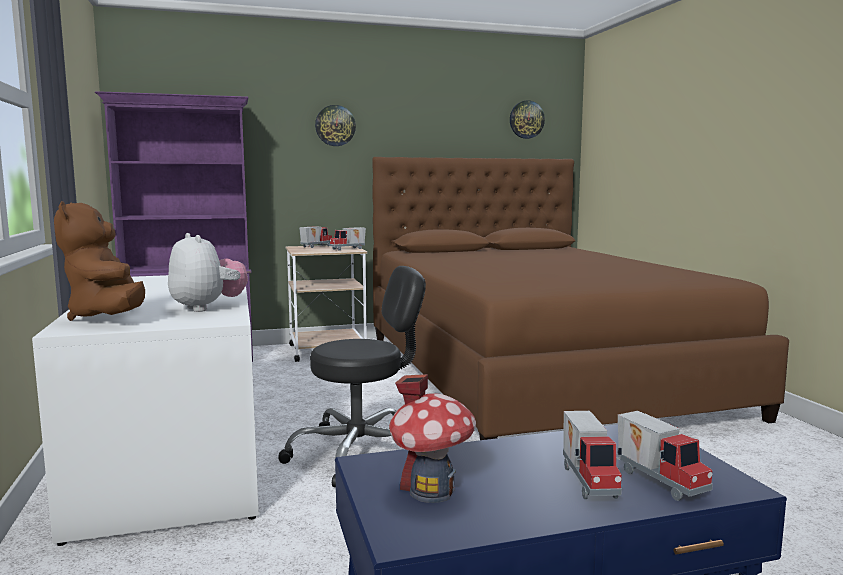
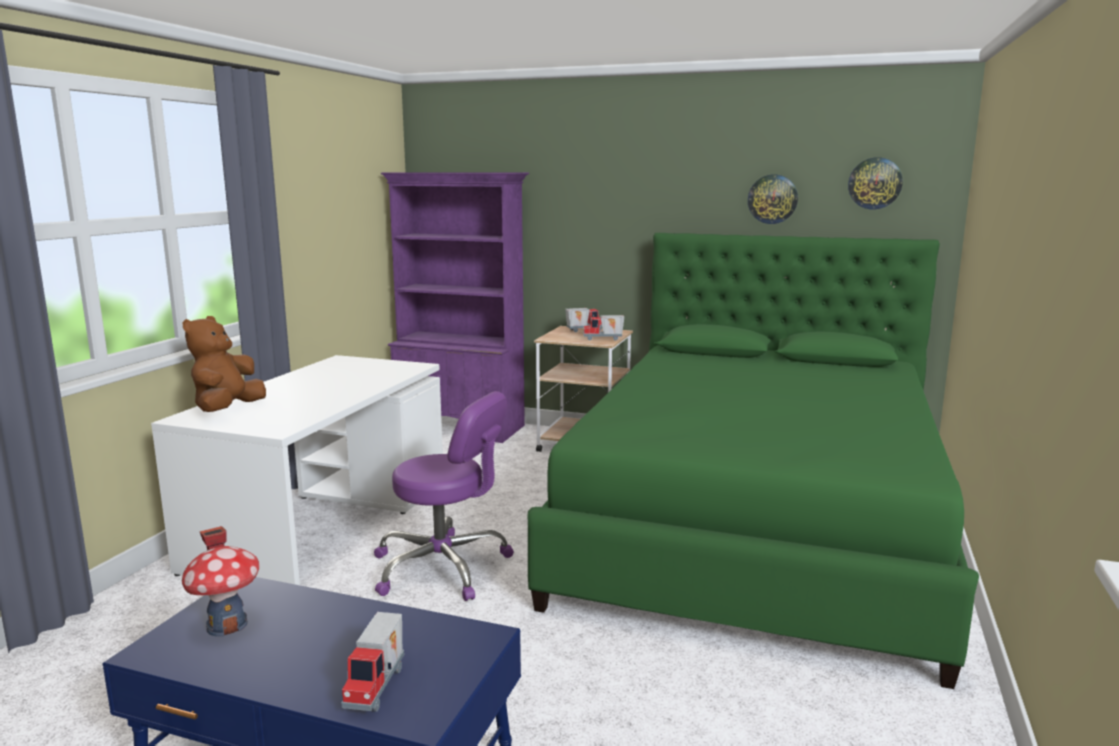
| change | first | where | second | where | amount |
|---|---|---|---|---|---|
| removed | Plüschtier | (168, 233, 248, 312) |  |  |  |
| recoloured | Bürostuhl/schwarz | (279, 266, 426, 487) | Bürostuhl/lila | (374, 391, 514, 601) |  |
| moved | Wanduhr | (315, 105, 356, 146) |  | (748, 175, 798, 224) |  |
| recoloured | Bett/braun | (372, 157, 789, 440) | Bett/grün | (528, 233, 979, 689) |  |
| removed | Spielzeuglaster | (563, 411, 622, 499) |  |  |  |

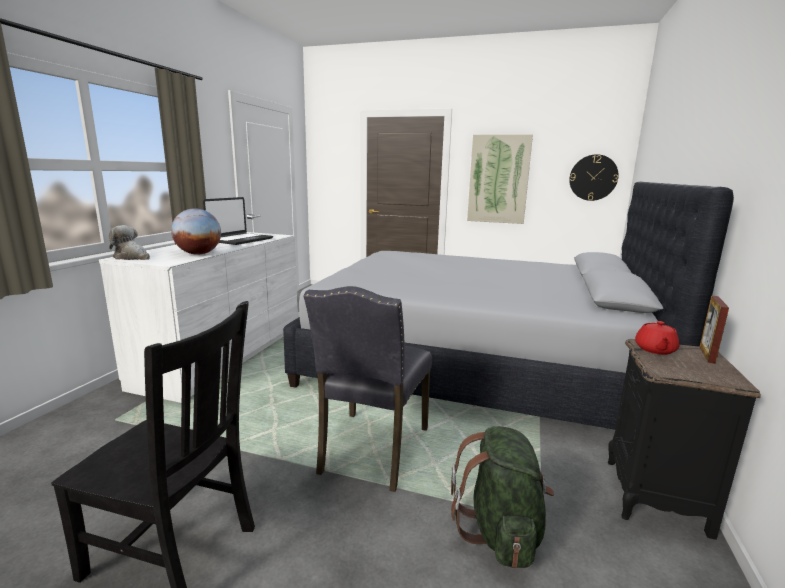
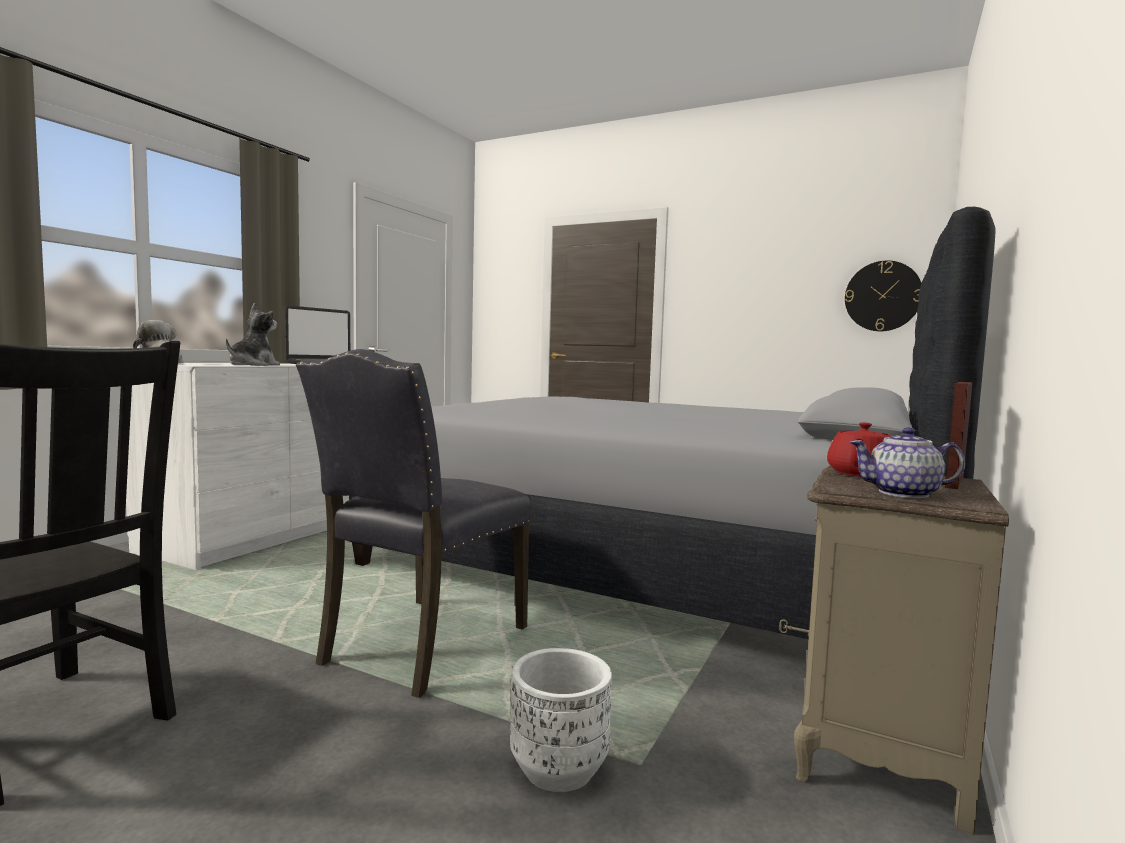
| change | first | where | second | where | amount |
|---|---|---|---|---|---|
| replaced | Globus | (171, 208, 221, 255) | Plüschtier | (226, 303, 280, 366) |  |
| replaced | Rucksack/grün | (451, 426, 554, 568) | Pflanzkübel/weiß | (510, 648, 612, 792) |  |
| removed | Bild | (467, 134, 533, 224) |  |  |  |
| recoloured | Nachttisch/schwarz | (608, 339, 761, 540) | Nachttisch/beige | (779, 466, 1009, 835) |  |
| added |  |  | Teekanne | (849, 427, 965, 498) |  |

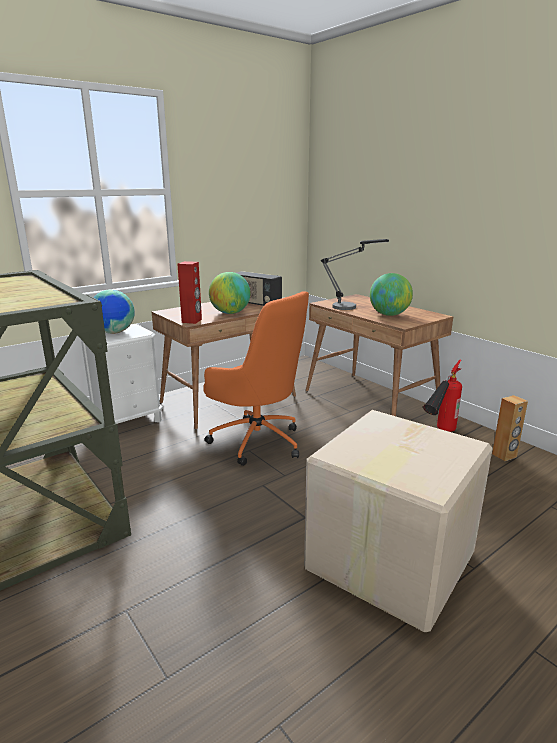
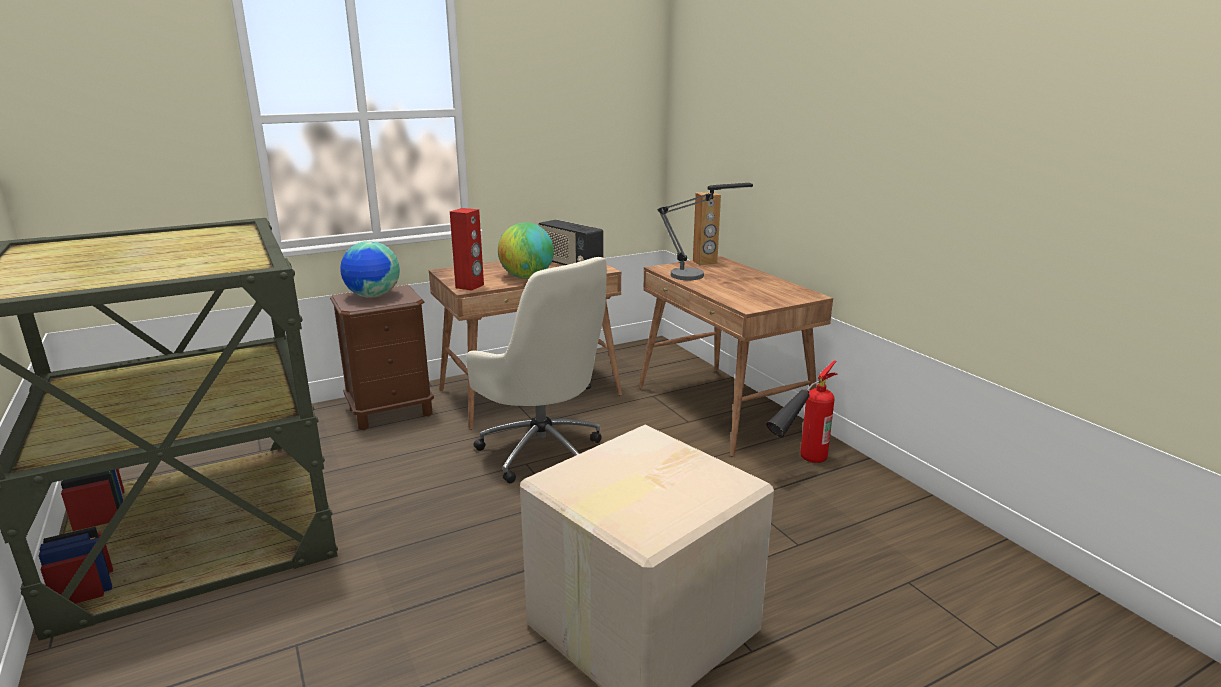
| change | first | where | second | where | amount |
|---|---|---|---|---|---|
| recoloured | Nachttisch/weiß | (78, 324, 163, 424) | Nachttisch/braun | (330, 285, 434, 430) |  |
| recoloured | Bürostuhl/orange | (203, 291, 309, 466) | Bürostuhl/beige | (466, 257, 607, 483) |  |
| removed | Globus | (370, 273, 413, 316) |  |  |  |
| moved | Lautsprecher/braun | (492, 395, 528, 461) |  | (693, 192, 721, 265) |  |

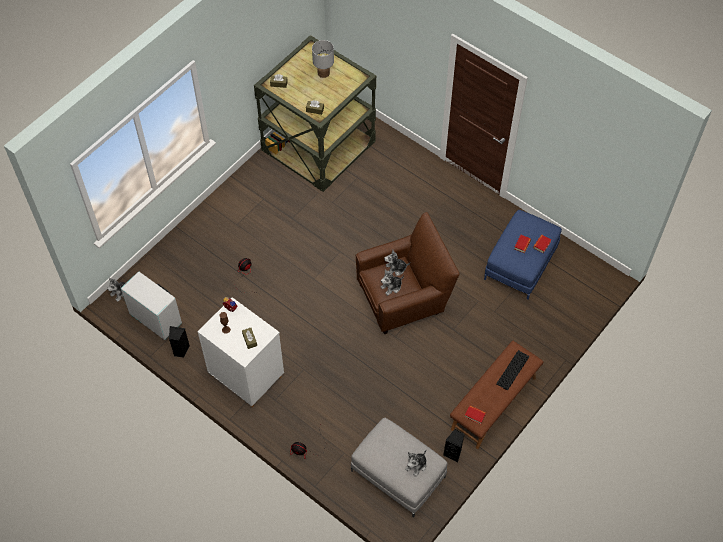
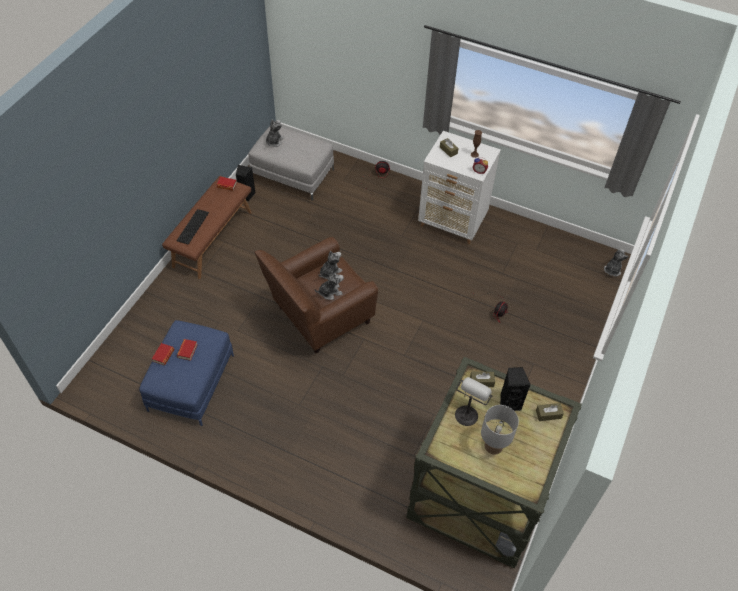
| change | first | where | second | where | amount |
|---|---|---|---|---|---|
| removed | Nachttisch/weiß | (121, 271, 182, 340) |  |  |  |
| moved | Lautsprecher/schwarz | (169, 326, 190, 358) |  | (500, 367, 531, 411) |  |
| added |  |  | Tischlampe | (455, 377, 492, 426) |  |

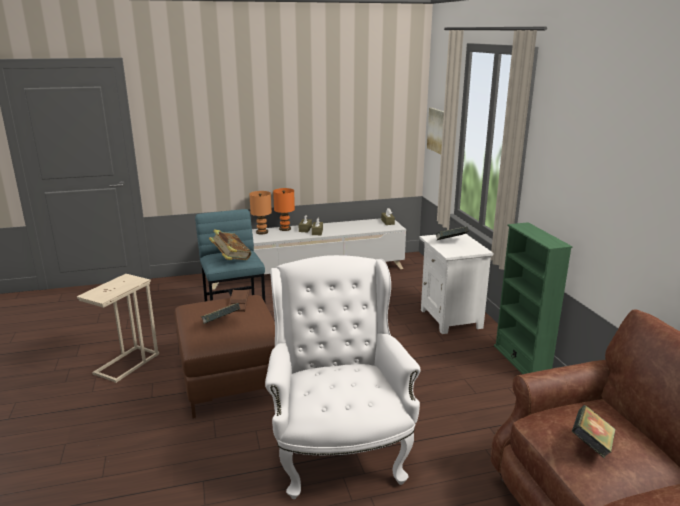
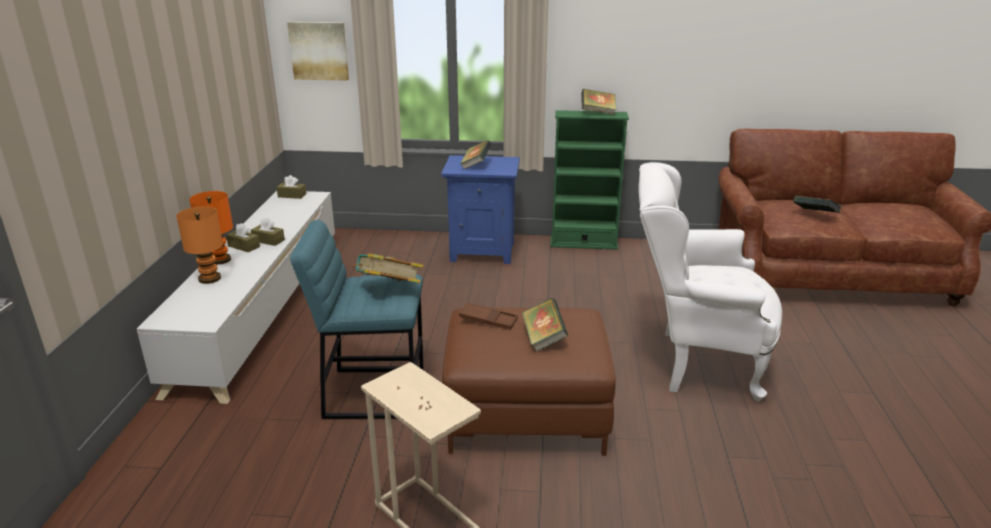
| change | first | where | second | where | amount |
|---|---|---|---|---|---|
| recoloured | Nachttisch/weiß | (419, 233, 494, 334) | Nachttisch/blau | (441, 155, 520, 264) |  |
| added |  |  | Buch | (581, 89, 617, 115) |  |

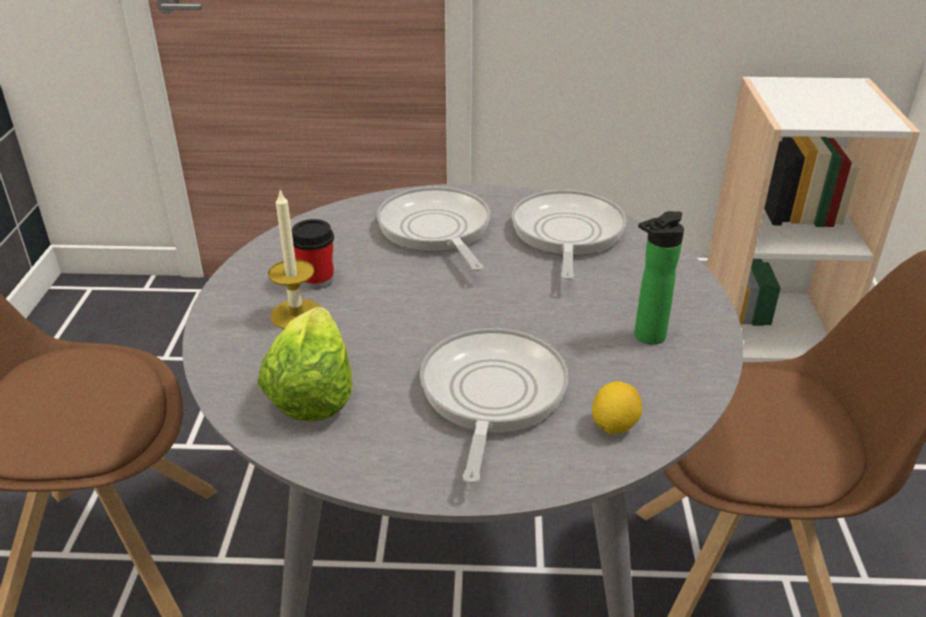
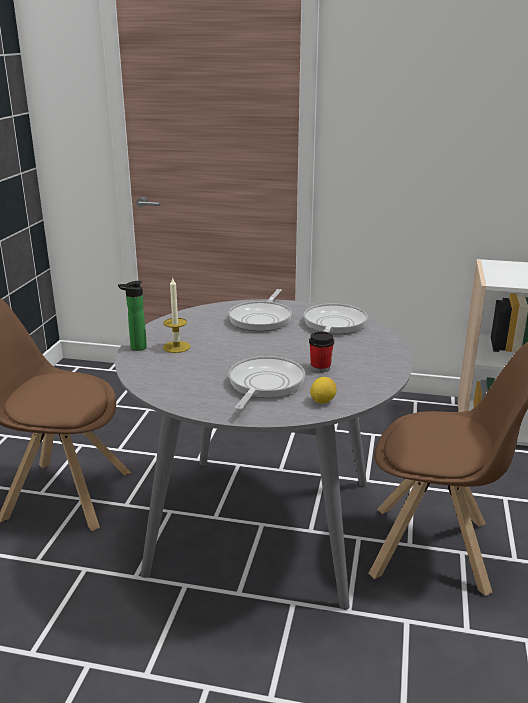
| change | first | where | second | where | amount |
|---|---|---|---|---|---|
| removed | Salatkopf | (257, 307, 352, 421) |  |  |  |
| moved | Tasse | (292, 219, 334, 289) |  | (309, 331, 334, 372) |  |
| turned | Pfanne | (377, 187, 490, 271) |  | (228, 289, 292, 331) | 150 degrees counterclockwise |
| moved | Flasche | (634, 211, 684, 345) |  | (118, 281, 147, 351) |  |

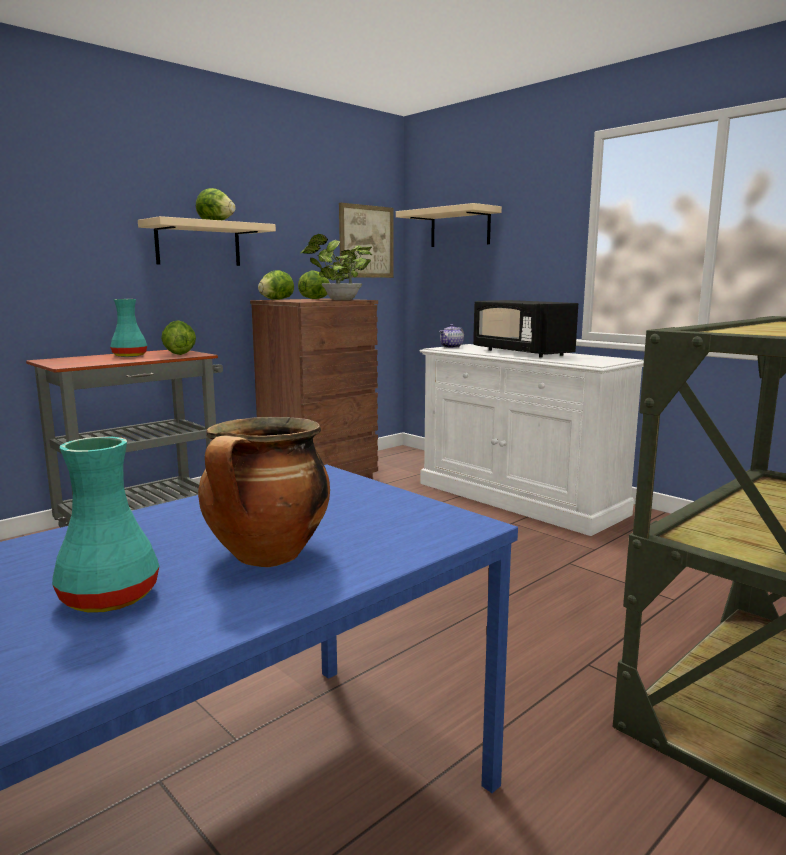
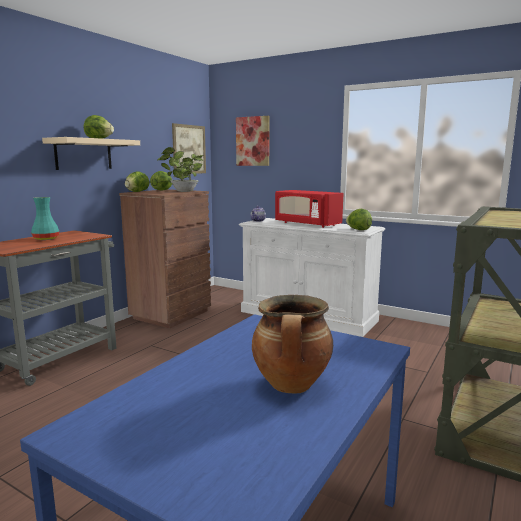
| change | first | where | second | where | amount |
|---|---|---|---|---|---|
| removed | Vase/türkis | (52, 437, 159, 613) |  |  |  |
| moved | Salatkopf | (161, 320, 196, 355) |  | (346, 209, 372, 230) |  |
| replaced | Wandregal/beige | (396, 203, 502, 247) | Bild | (236, 116, 270, 166) |  |
| recoloured | Mikrowelle/schwarz | (473, 300, 578, 358) | Mikrowelle/rot | (275, 190, 343, 228) |  |

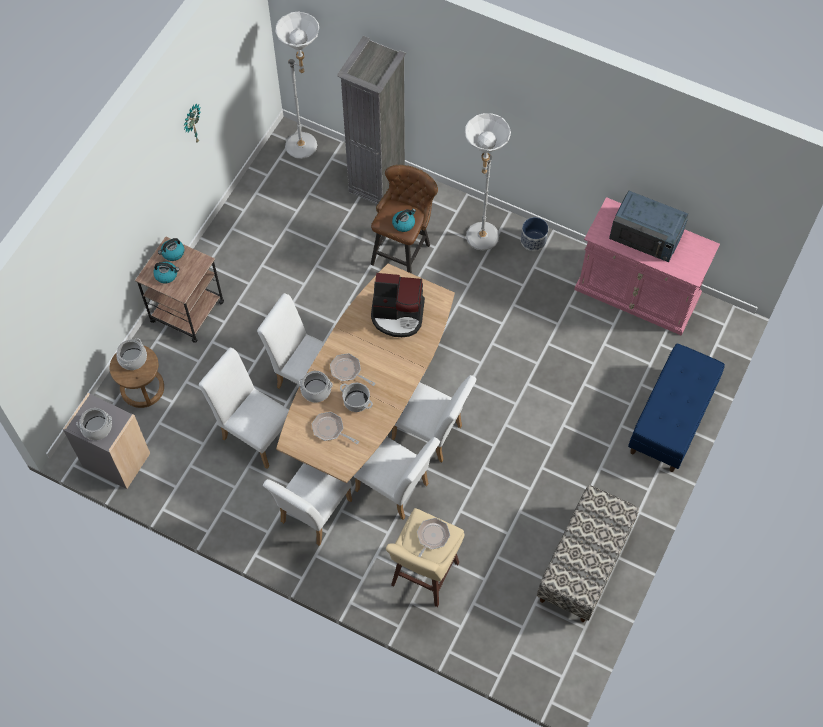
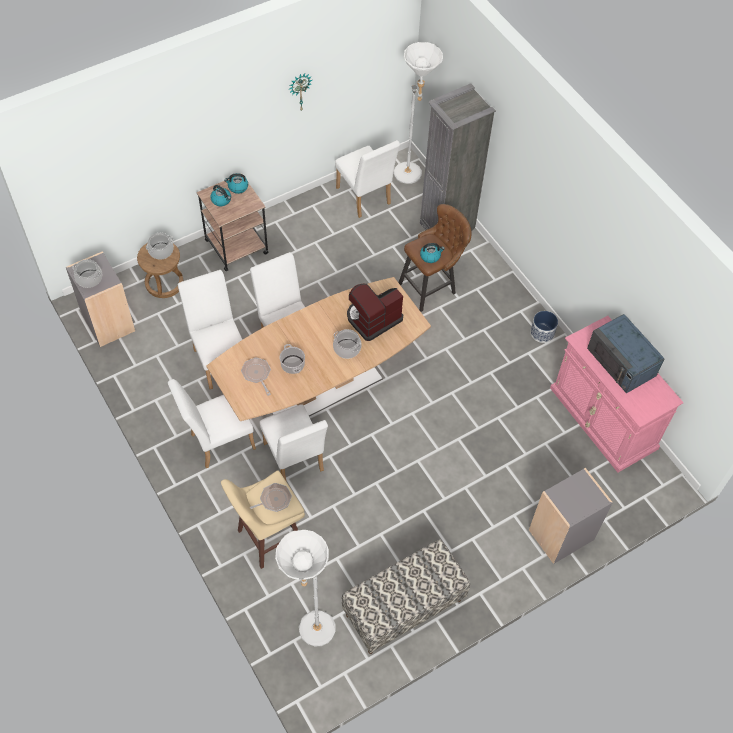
| change | first | where | second | where | amount |
|---|---|---|---|---|---|
| moved | Kochtopf | (298, 371, 333, 403) |  | (333, 329, 362, 359) |  |
| removed | Pfanne | (330, 353, 376, 386) |  |  |  |
| turned | Kaffeemaschine | (371, 273, 425, 337) |  | (347, 284, 403, 341) | 105 degrees clockwise |
| moved | Stuhl/weiß | (392, 375, 476, 462) |  | (335, 140, 400, 218) |  |
| moved | Stehlampe/weiß | (465, 113, 511, 251) |  | (275, 530, 336, 647) |  |
| replaced | Bank/blau | (628, 344, 725, 472) | Bücherregal/grau | (529, 468, 613, 564) |  |

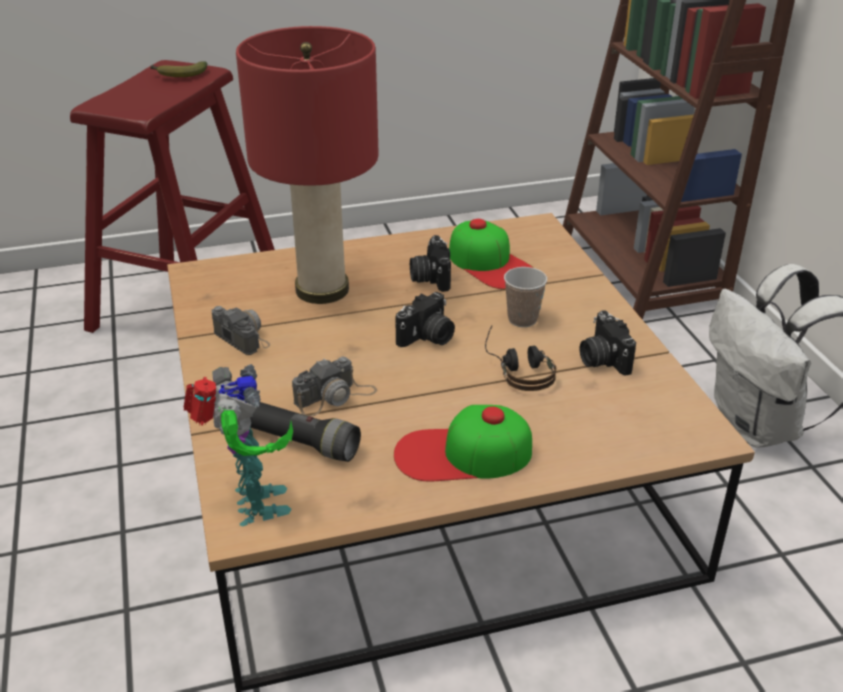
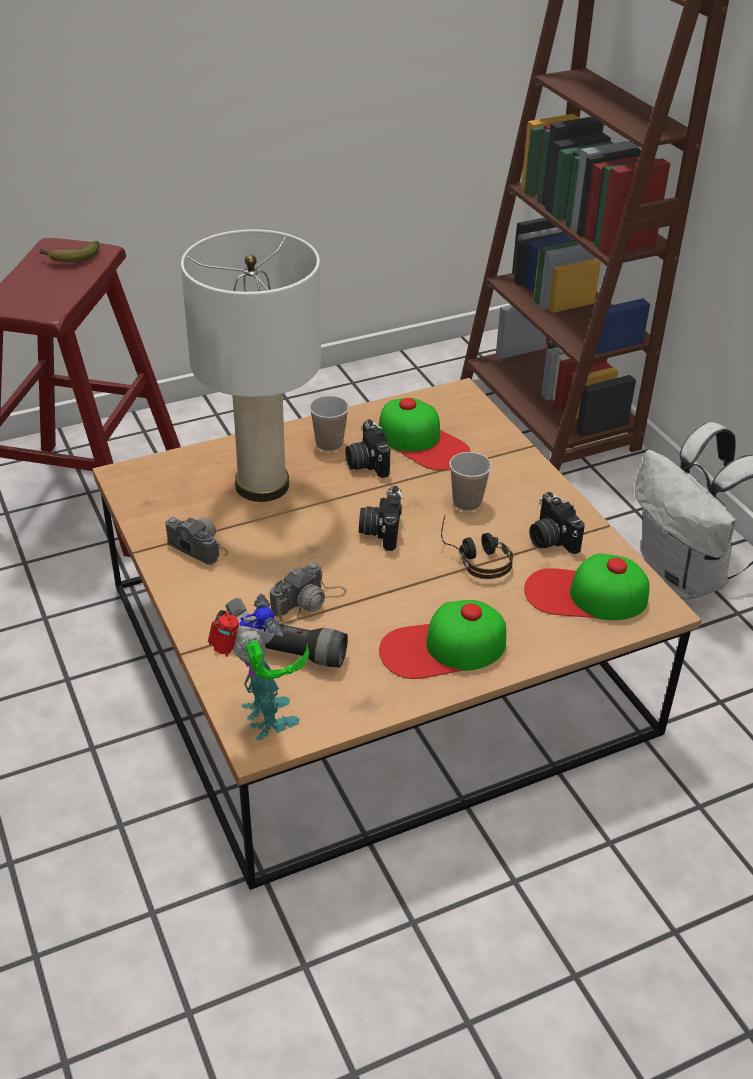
| change | first | where | second | where | amount |
|---|---|---|---|---|---|
| recoloured | Tischlampe/rot | (236, 26, 379, 304) | Tischlampe/weiß | (181, 229, 321, 502) |  |
| turned | Kamera | (395, 292, 455, 347) |  | (359, 486, 404, 551) | 150 degrees clockwise |
| added |  |  | Tasse | (309, 396, 349, 451) |  |
| added |  |  | Kappe | (524, 553, 650, 620) |  |

